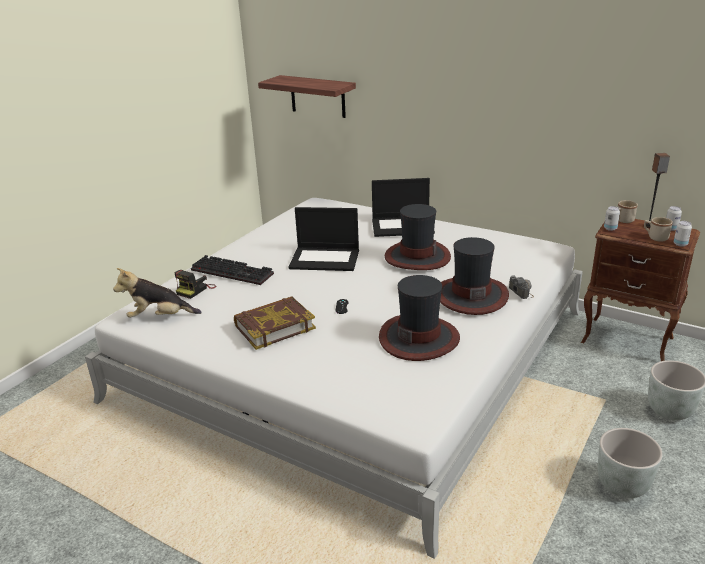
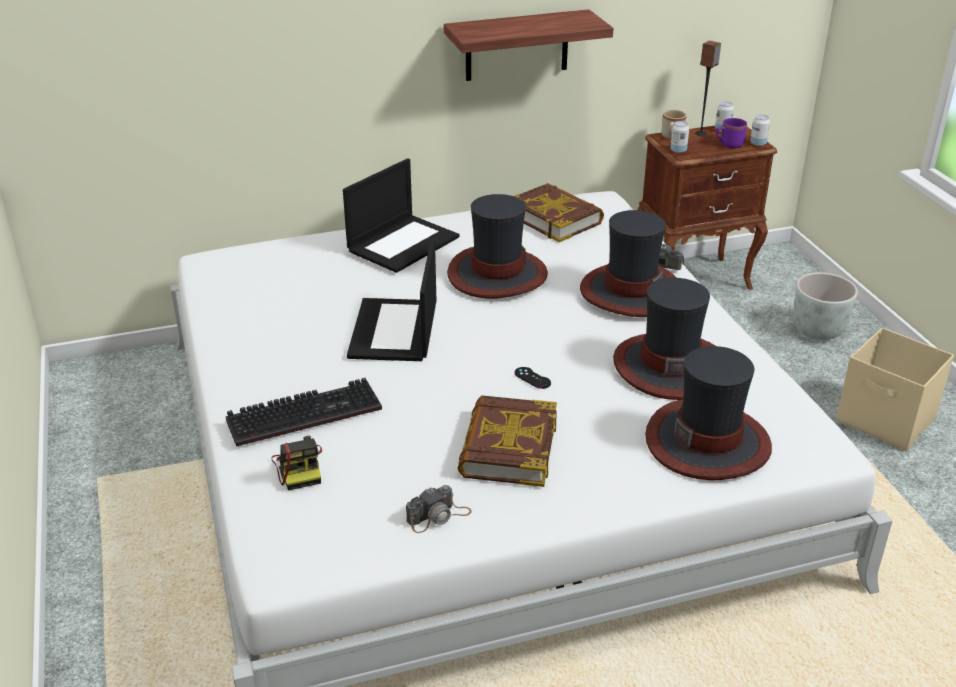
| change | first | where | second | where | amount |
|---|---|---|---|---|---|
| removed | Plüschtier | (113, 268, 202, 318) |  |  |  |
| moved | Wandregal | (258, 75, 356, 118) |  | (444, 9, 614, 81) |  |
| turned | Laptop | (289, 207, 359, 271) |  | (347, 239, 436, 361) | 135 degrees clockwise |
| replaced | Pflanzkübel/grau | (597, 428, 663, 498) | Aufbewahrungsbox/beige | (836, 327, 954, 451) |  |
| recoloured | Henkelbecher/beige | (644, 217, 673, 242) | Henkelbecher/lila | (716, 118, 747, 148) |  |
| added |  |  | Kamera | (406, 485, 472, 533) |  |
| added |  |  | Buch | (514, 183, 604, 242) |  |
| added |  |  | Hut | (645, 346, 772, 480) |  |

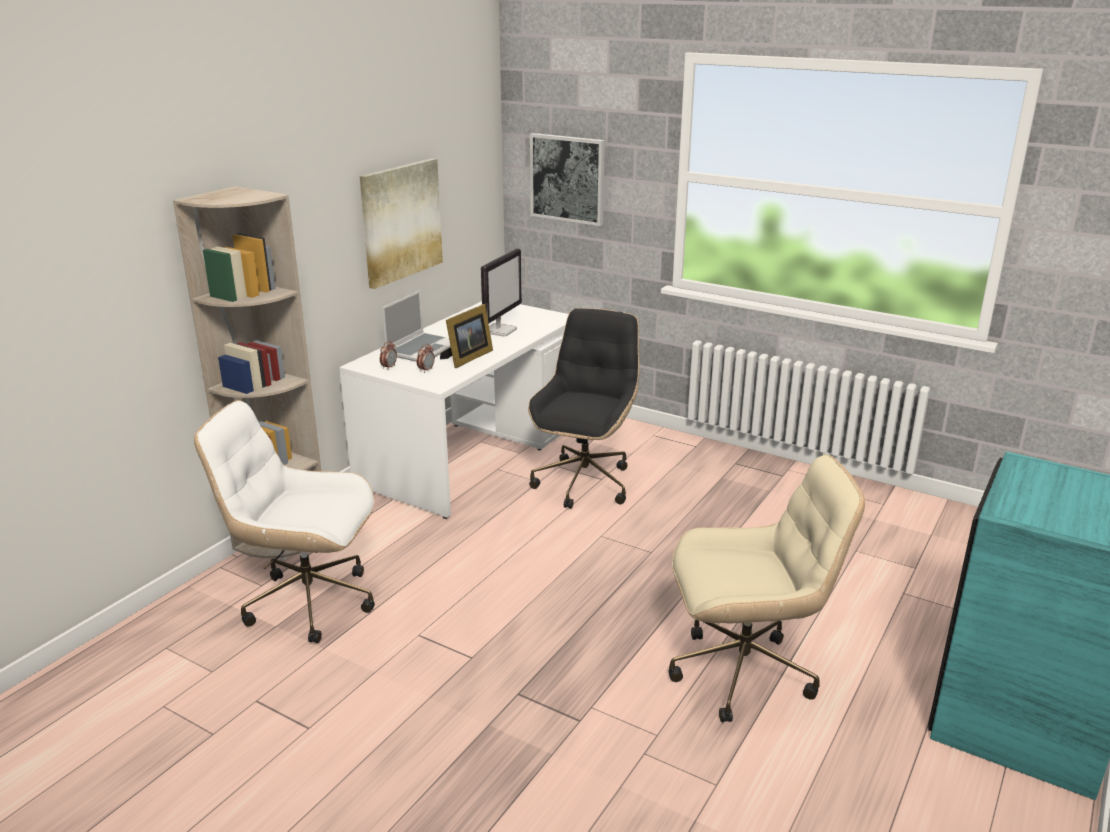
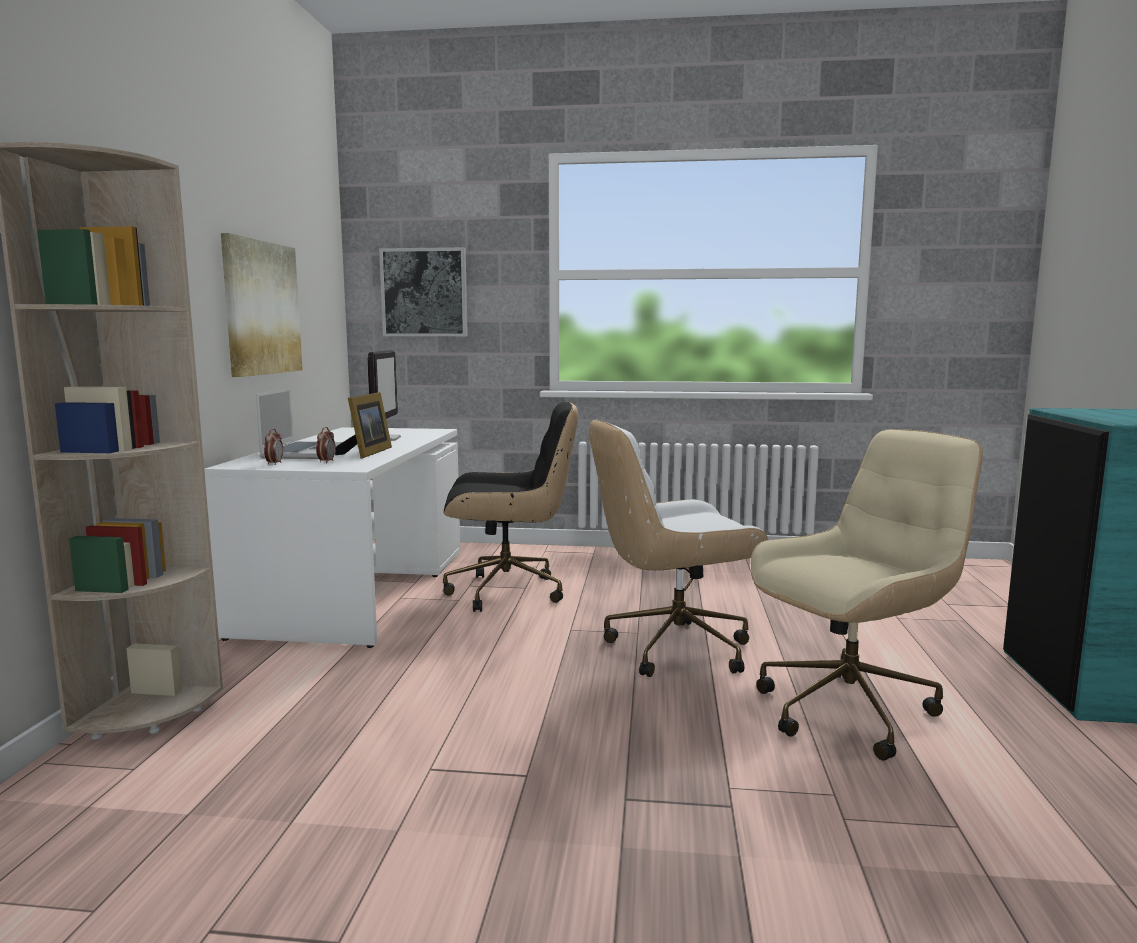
| change | first | where | second | where | amount |
|---|---|---|---|---|---|
| moved | Bürostuhl/weiß | (194, 400, 375, 643) |  | (589, 419, 768, 677) |  |
| turned | Bürostuhl/schwarz | (528, 308, 639, 509) |  | (443, 401, 578, 612) | 90 degrees clockwise |

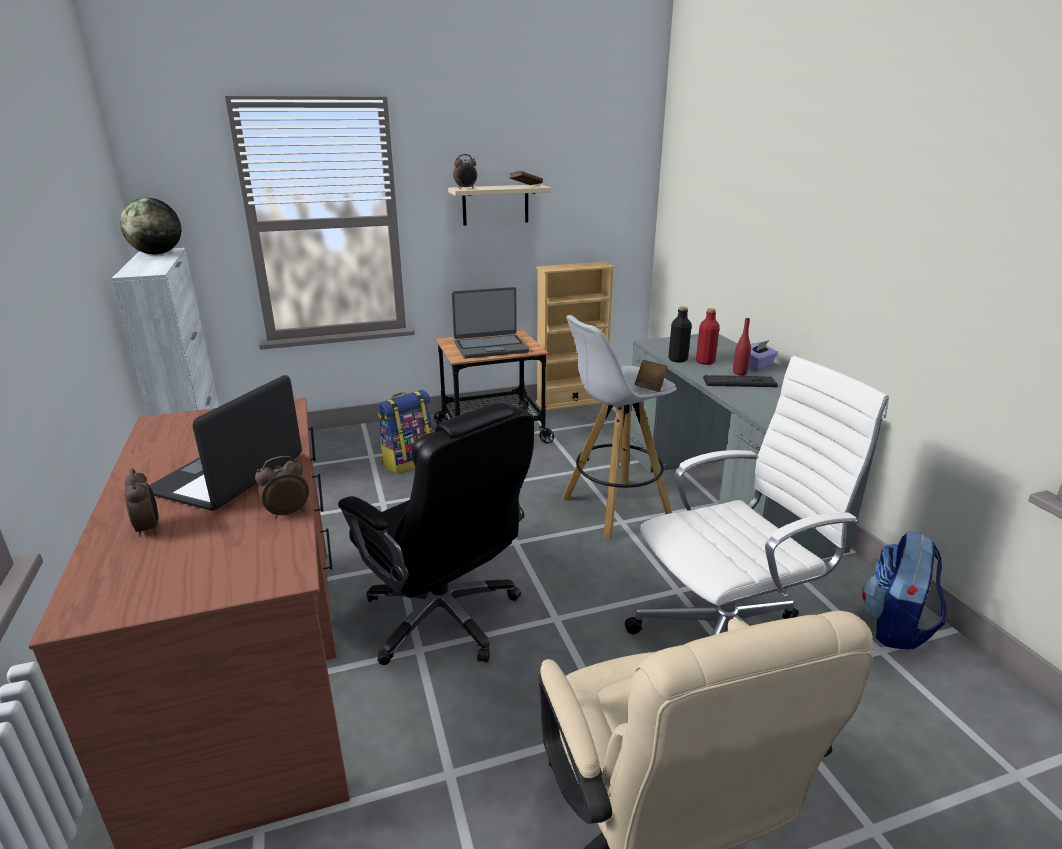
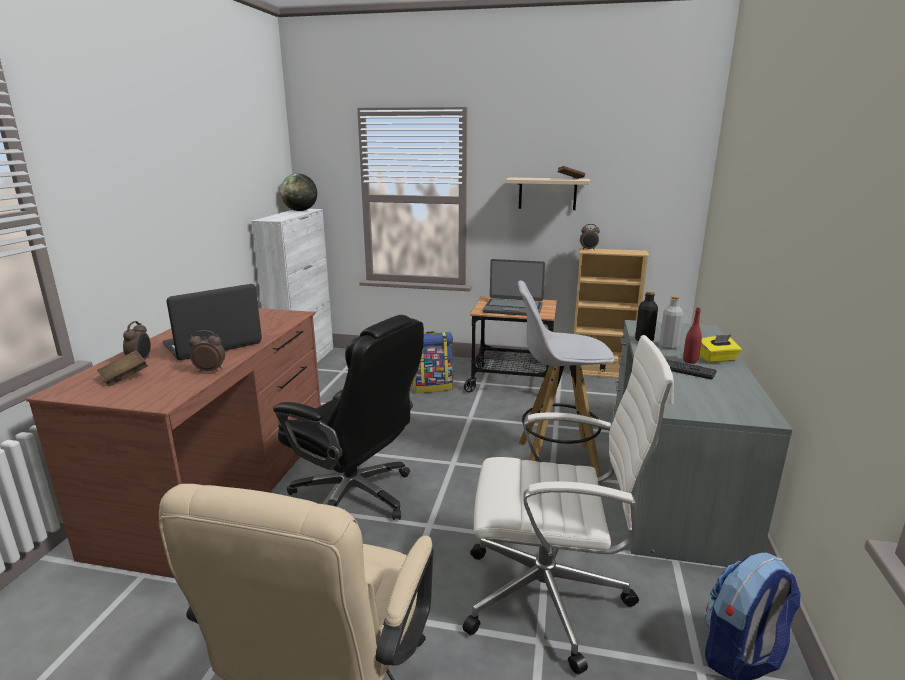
| change | first | where | second | where | amount |
|---|---|---|---|---|---|
| turned | Bürostuhl/schwarz | (338, 402, 534, 665) |  | (273, 315, 424, 520) | 45 degrees counterclockwise |
| moved | Wecker | (453, 154, 477, 189) |  | (580, 224, 600, 250) |  |
| moved | Buch/braun | (635, 360, 668, 392) |  | (97, 350, 148, 386) |  |
| recoloured | Flasche/rot | (696, 308, 720, 365) | Flasche/grau | (659, 295, 683, 350) |  |
| recoloured | Taschentuchbox/lila | (748, 340, 778, 371) | Taschentuchbox/gelb | (700, 335, 742, 363) |  |

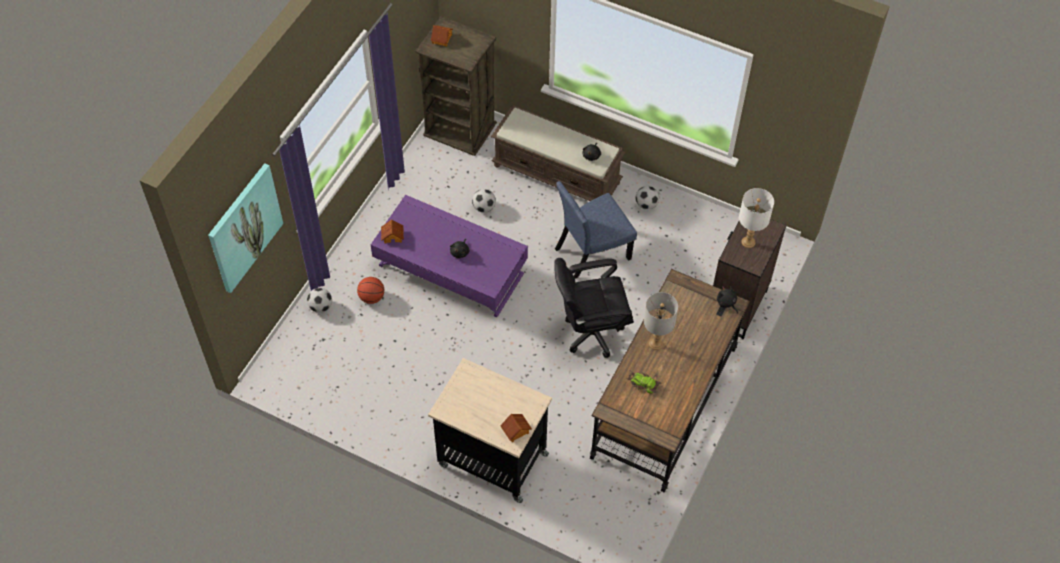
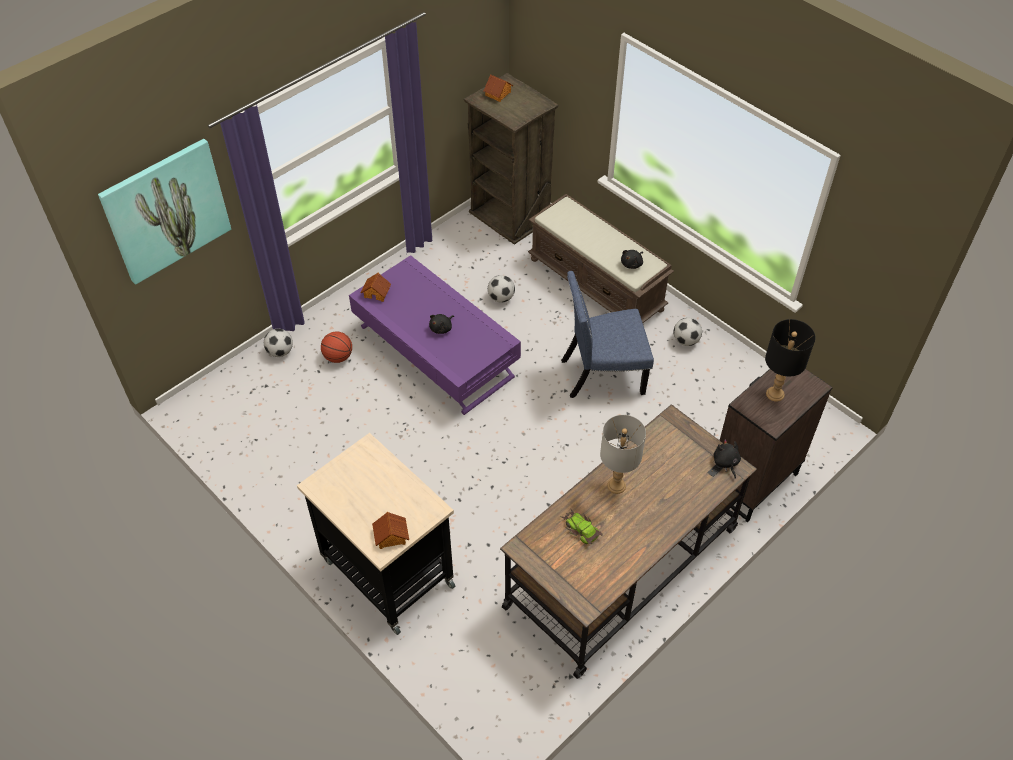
| change | first | where | second | where | amount |
|---|---|---|---|---|---|
| removed | Bürostuhl/schwarz | (554, 258, 634, 358) |  |  |  |
| recoloured | Tischlampe/weiß | (739, 188, 774, 248) | Tischlampe/schwarz | (765, 319, 815, 402) |  |

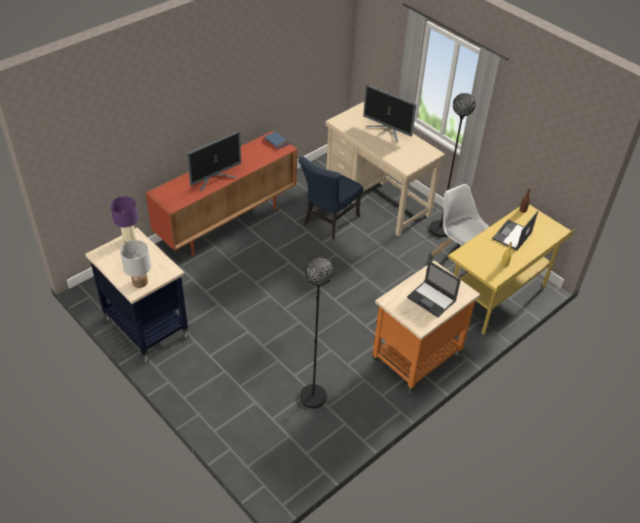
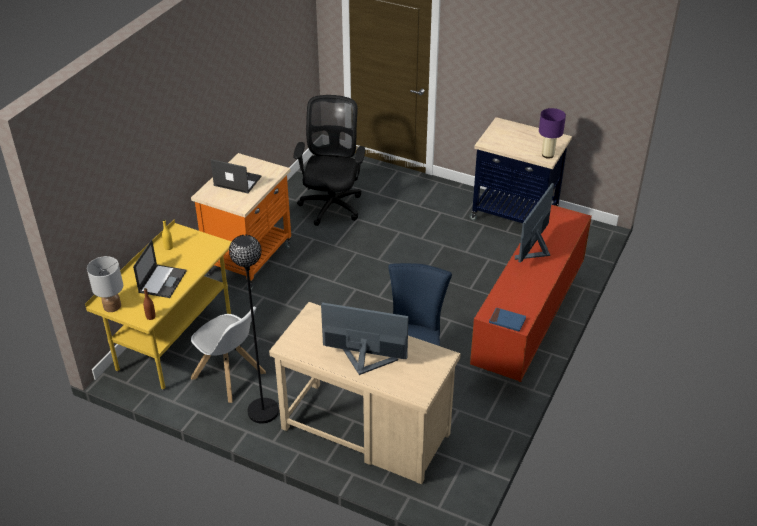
| change | first | where | second | where | amount |
|---|---|---|---|---|---|
| moved | Tischlampe/grau | (120, 240, 151, 288) |  | (87, 256, 123, 312) |  |
| replaced | Stehlampe/schwarz | (300, 257, 334, 408) | Bürostuhl/schwarz | (294, 95, 365, 226) |  |

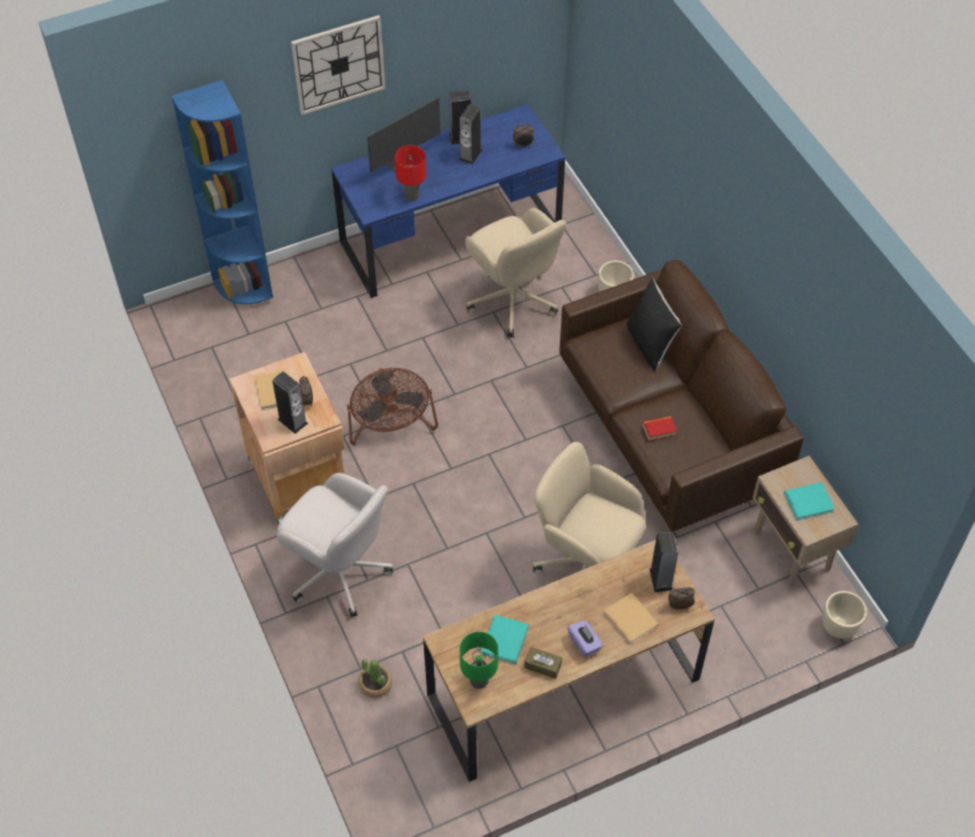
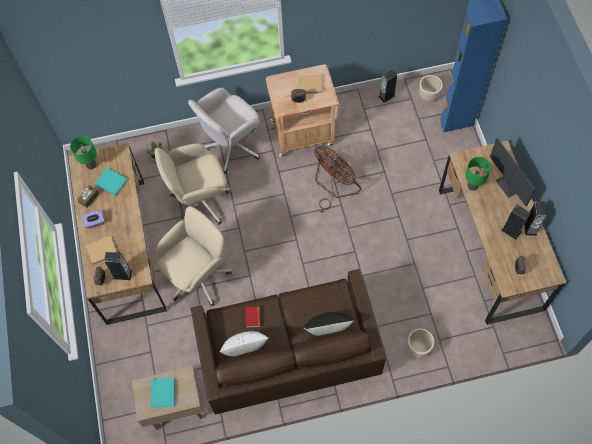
| change | first | where | second | where | amount |
|---|---|---|---|---|---|
| moved | Lautsprecher | (272, 371, 308, 434) |  | (379, 70, 397, 103) |  |
| removed | Wanduhr | (291, 15, 386, 115) |  |  |  |
| recoloured | Schreibtisch/blau | (331, 104, 565, 298) | Schreibtisch/braun | (439, 140, 566, 325) |  |
| turned | Ventilator/braun | (347, 367, 438, 446) |  | (314, 145, 362, 213) | 135 degrees clockwise |
| recoloured | Tischlampe/rot | (395, 145, 426, 201) | Tischlampe/grün | (465, 157, 491, 191) |  |
| moved | Bürostuhl/beige | (465, 208, 566, 337) |  | (154, 143, 231, 225) |  |
| moved | Pflanzkübel/beige | (822, 591, 867, 639) |  | (419, 75, 443, 102) |  |
| added |  |  | Kissen/weiß | (220, 331, 268, 357) |  |

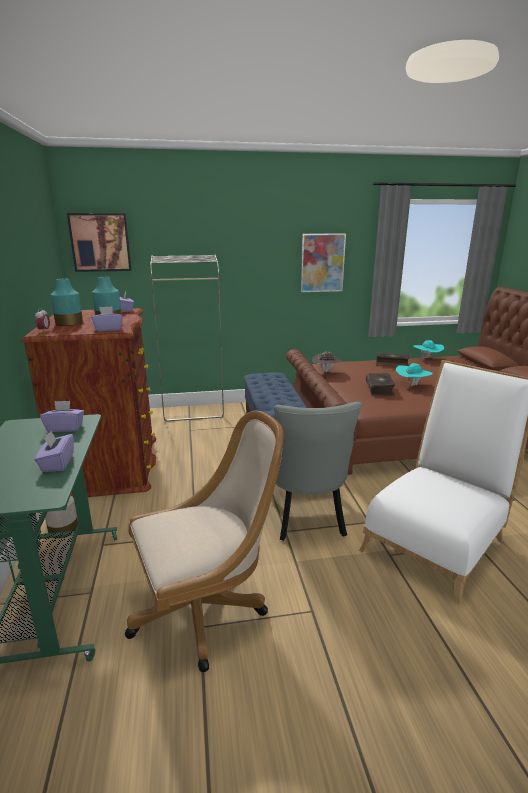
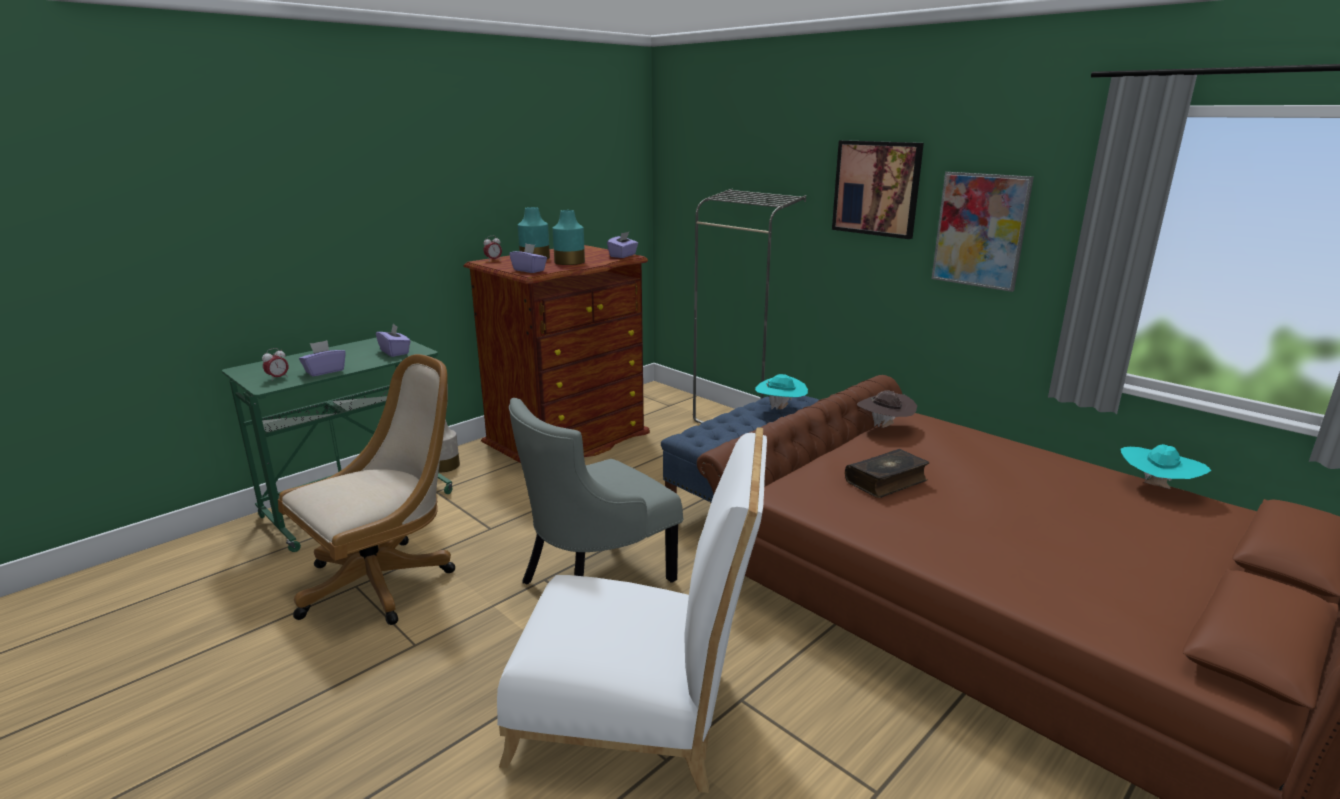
| change | first | where | second | where | amount |
|---|---|---|---|---|---|
| moved | Bild | (67, 213, 132, 272) |  | (832, 140, 924, 239) |  |
| turned | Bürostuhl | (125, 411, 283, 672) |  | (278, 354, 455, 625) | 75 degrees counterclockwise |
| removed | Buch | (376, 353, 409, 367) |  |  |  |
| moved | Hut/türkis | (396, 363, 433, 387) |  | (755, 374, 808, 410) |  |
| added |  |  | Wecker | (262, 348, 288, 380) |  |

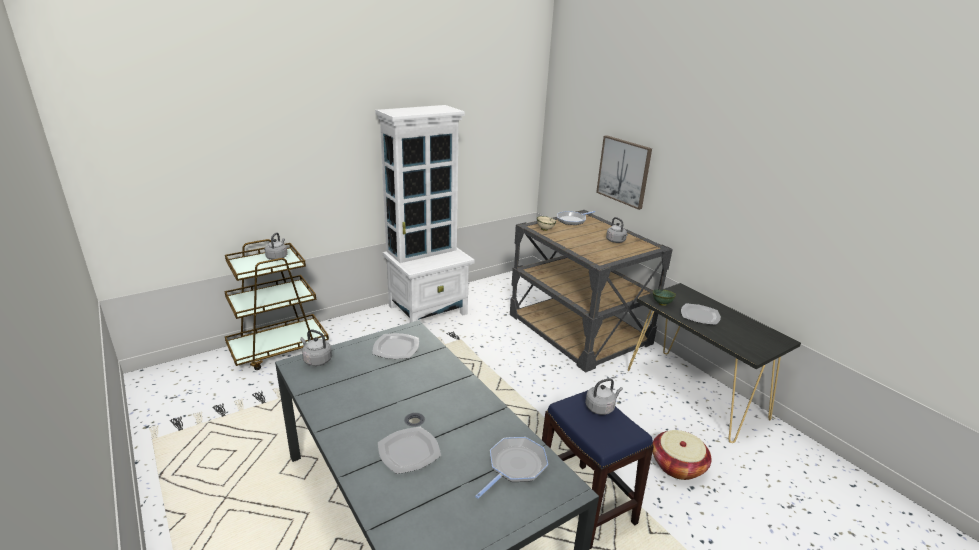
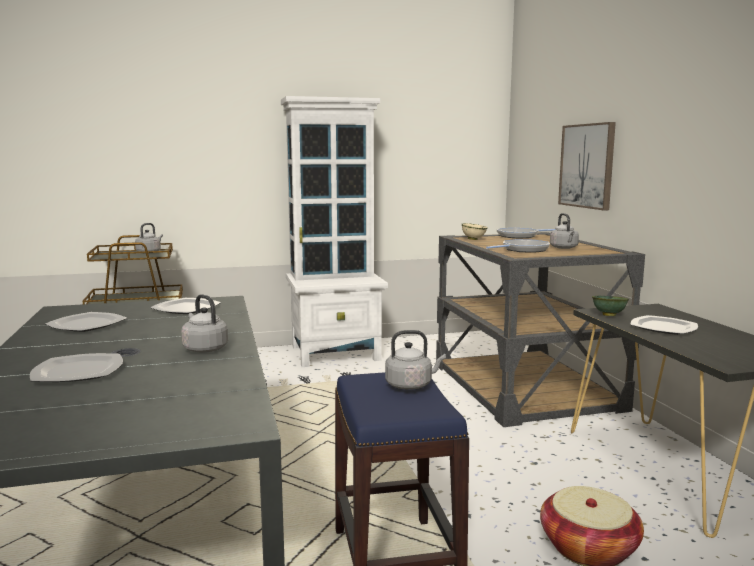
| change | first | where | second | where | amount |
|---|---|---|---|---|---|
| moved | Wasserkessel/grau | (300, 329, 332, 366) |  | (182, 294, 228, 353) |  |
| moved | Pfanne | (475, 437, 548, 499) |  | (486, 239, 550, 253) |  |
| added |  |  | Teller | (45, 312, 127, 332) |  |

